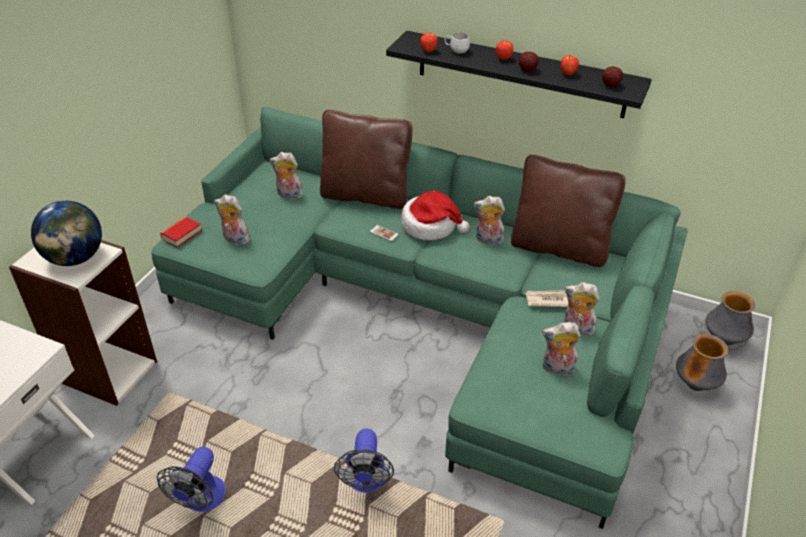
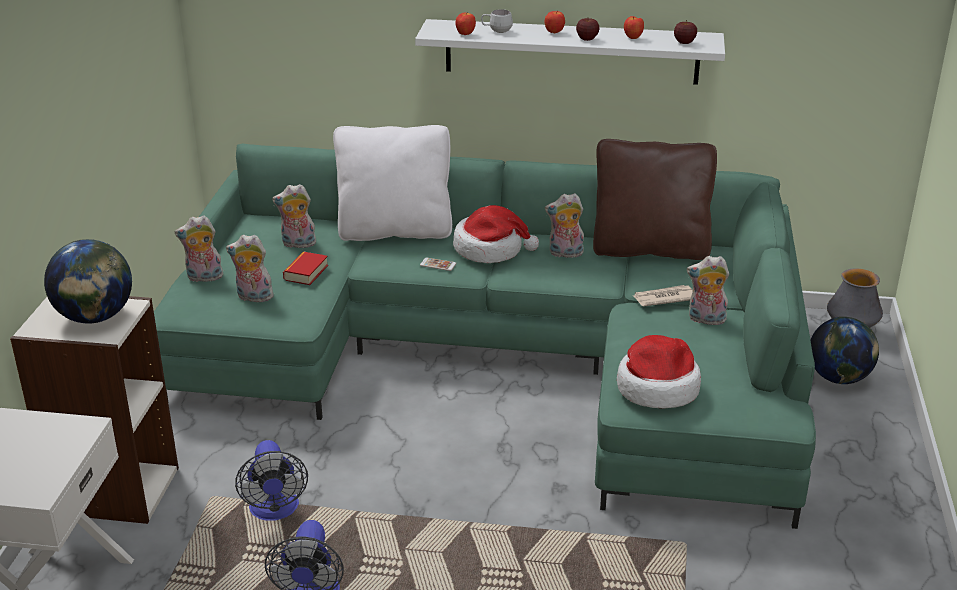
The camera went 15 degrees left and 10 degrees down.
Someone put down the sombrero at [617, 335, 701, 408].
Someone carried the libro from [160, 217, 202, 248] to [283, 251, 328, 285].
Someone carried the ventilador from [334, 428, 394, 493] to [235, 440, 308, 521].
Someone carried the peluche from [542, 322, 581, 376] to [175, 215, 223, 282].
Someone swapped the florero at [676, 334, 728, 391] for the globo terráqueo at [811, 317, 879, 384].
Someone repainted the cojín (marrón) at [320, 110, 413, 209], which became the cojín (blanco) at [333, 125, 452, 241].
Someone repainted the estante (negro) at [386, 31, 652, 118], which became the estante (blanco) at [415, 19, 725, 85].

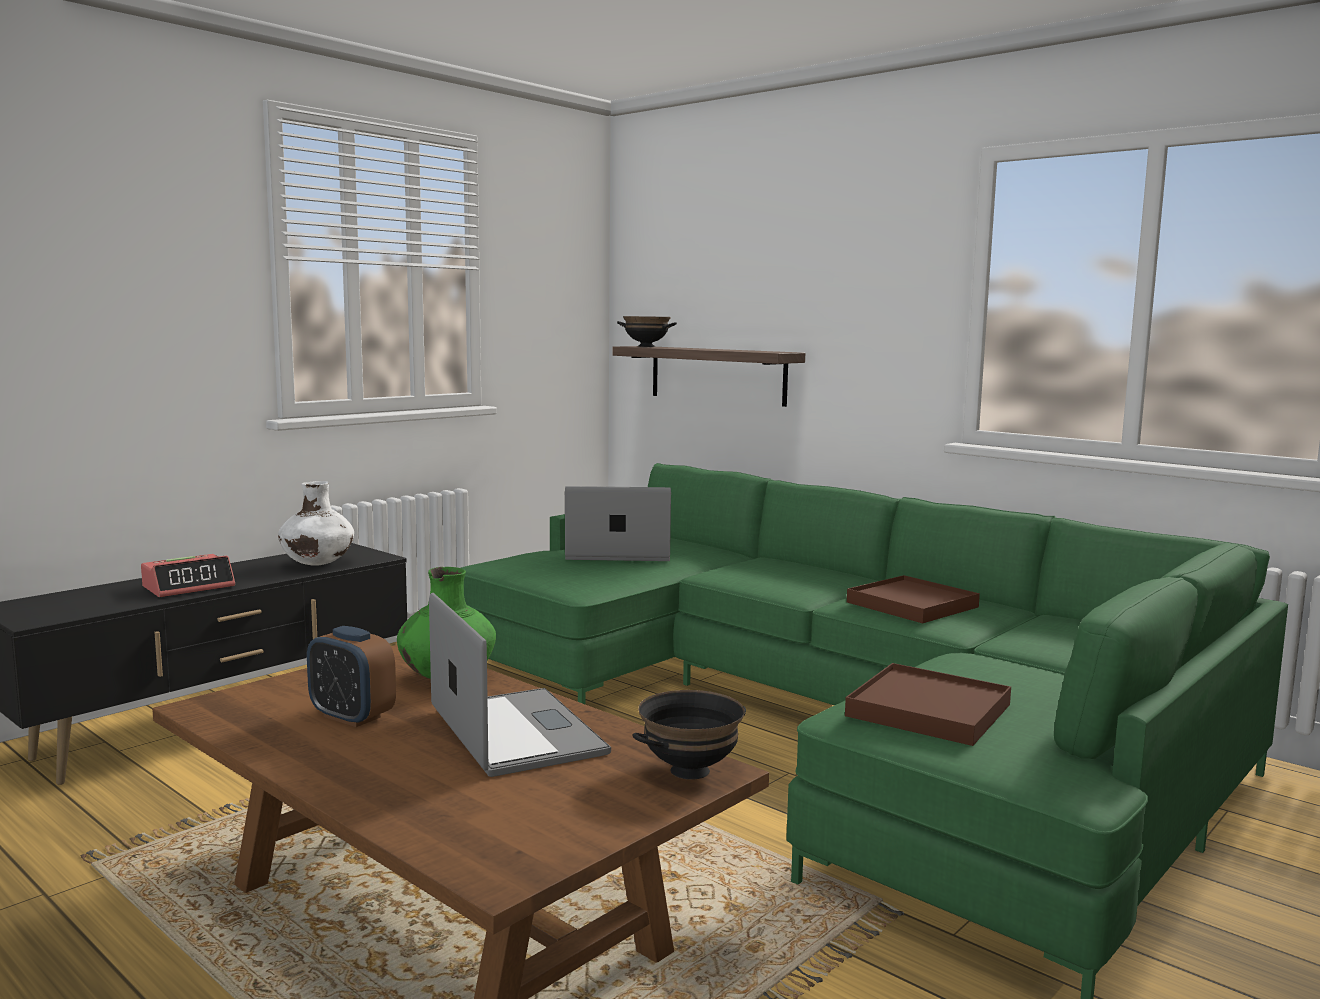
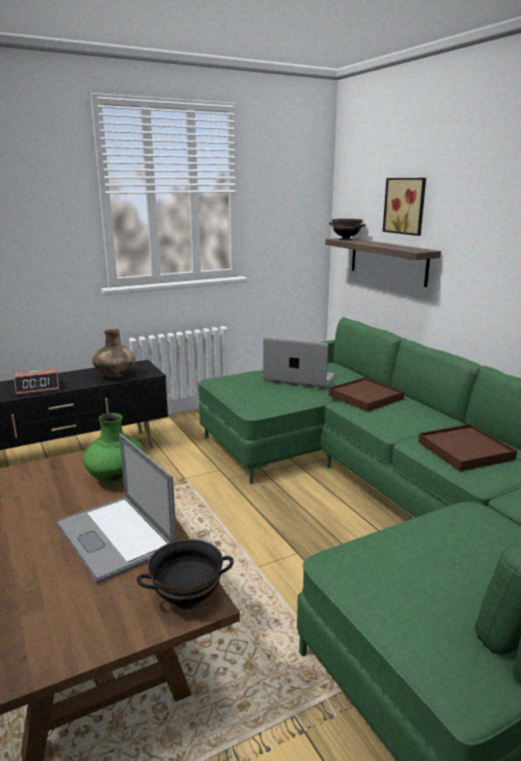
The camera went 20 degrees right and 10 degrees up.
Someone took away the despertador at [307, 626, 396, 727].
Someone put up the cuadro at [383, 178, 426, 236].
Someone carried the bandeja (marrón) from [845, 663, 1011, 746] to [329, 377, 404, 412].
Someone repainted the florero (blanco) at [278, 481, 354, 566], which became the florero (marrón) at [92, 329, 135, 378].
Someone rotated the portátil at [429, 593, 611, 777] by 150 degrees clockwise.

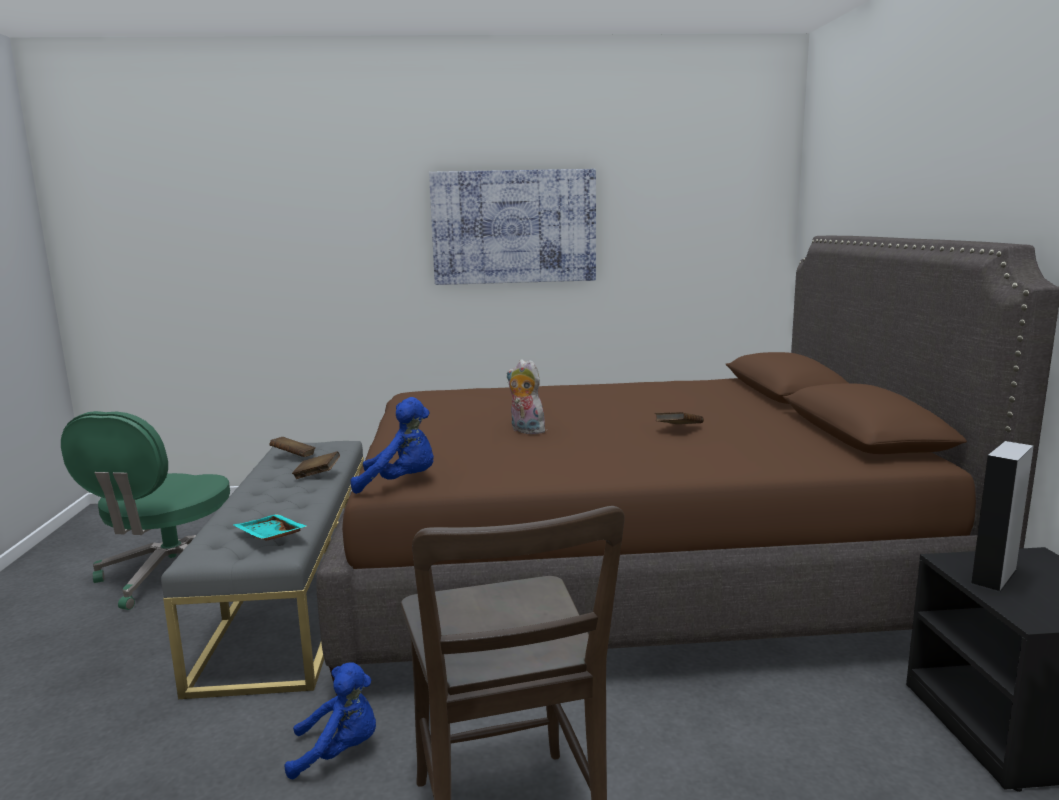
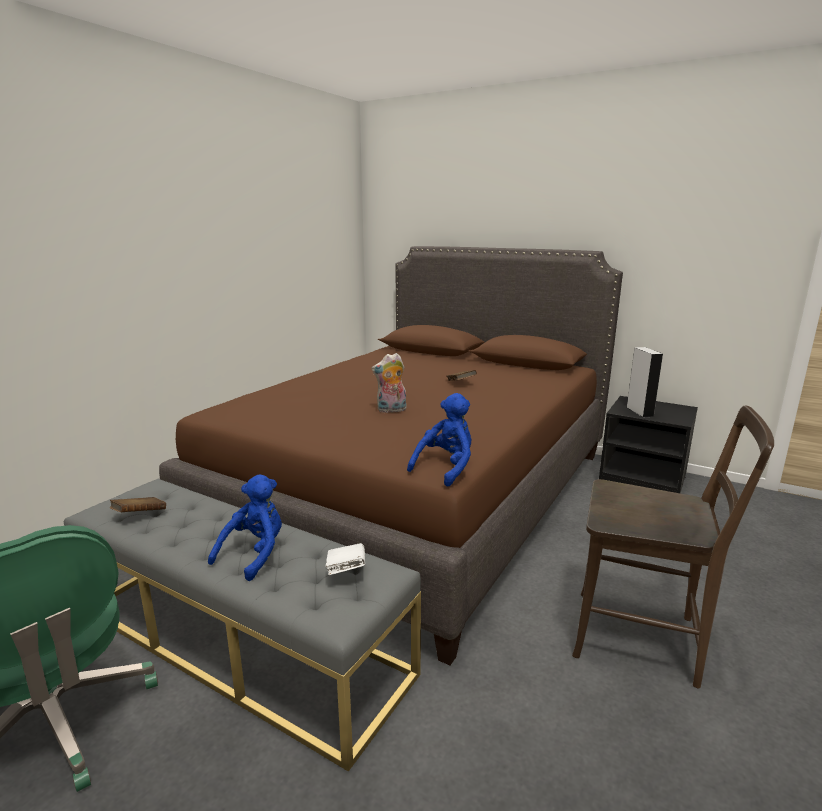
The camera went 55 degrees left and 5 degrees up.
Someone took away the libro (marrón) at [292, 451, 340, 479].
Someone took away the cuadro at [429, 169, 596, 285].
Someone carried the peluche (azul) from [285, 662, 376, 779] to [208, 474, 282, 581].
Someone swapped the bandeja (turquesa) at [233, 514, 307, 541] for the libro (blanco) at [326, 543, 365, 575].

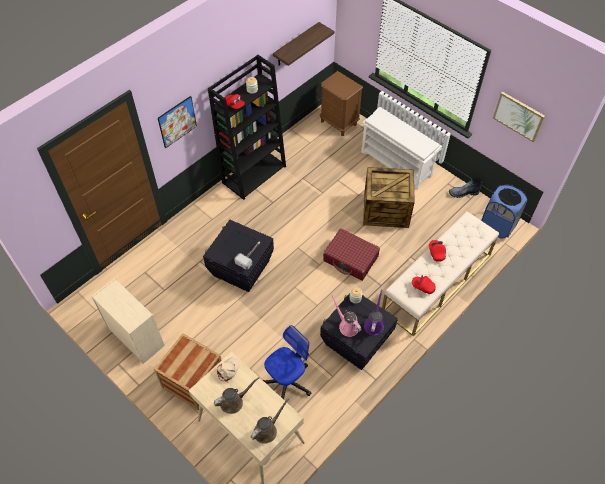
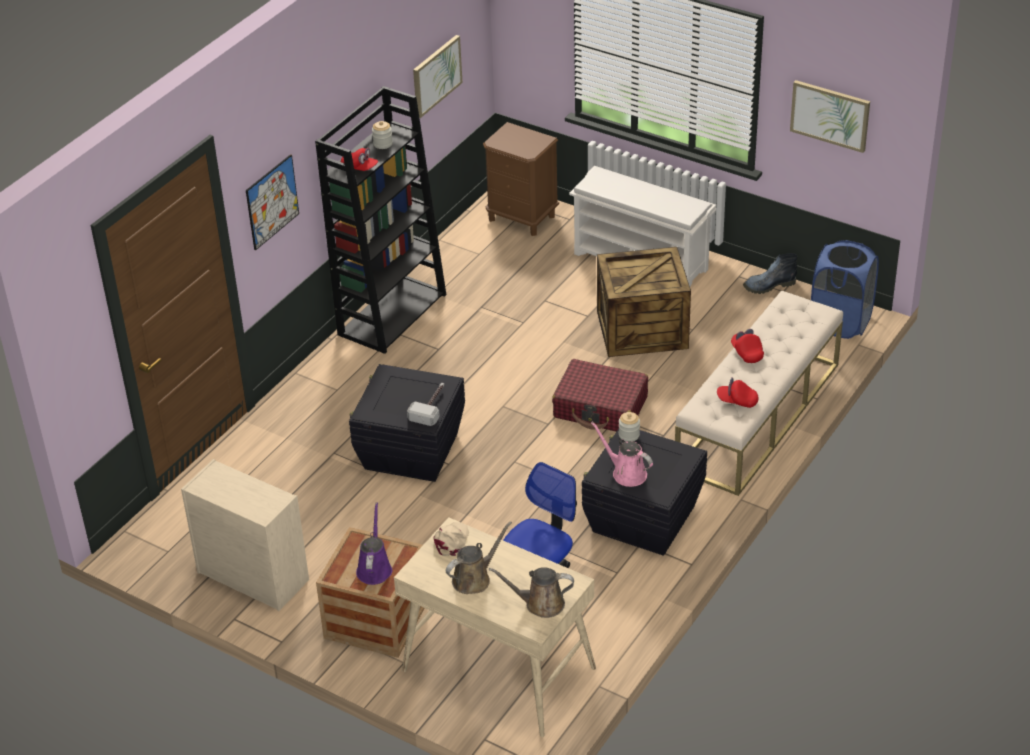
The camera went 10 degrees left and 15 degrees down.
Someone carried the regadera (morado) from [364, 290, 384, 335] to [356, 503, 392, 585].
Someone swapped the estante at [273, 22, 334, 66] for the cuadro at [413, 35, 463, 118].
Someone rotated the regadera (marrón) at [250, 399, 289, 443] by 120 degrees counterclockwise.

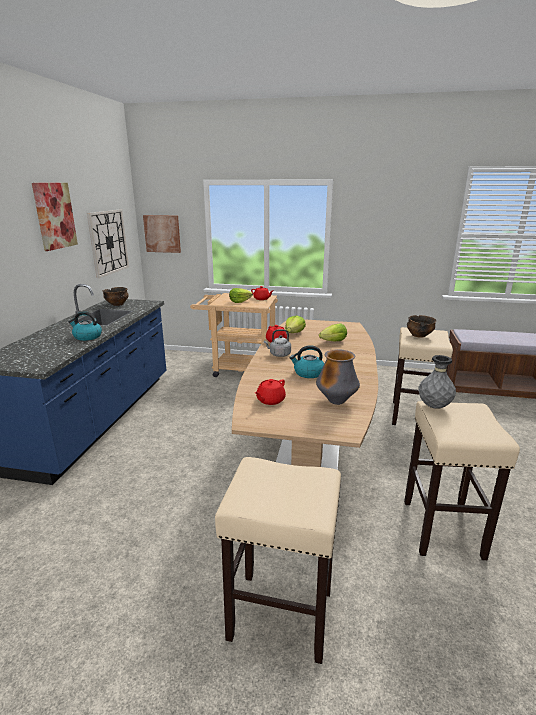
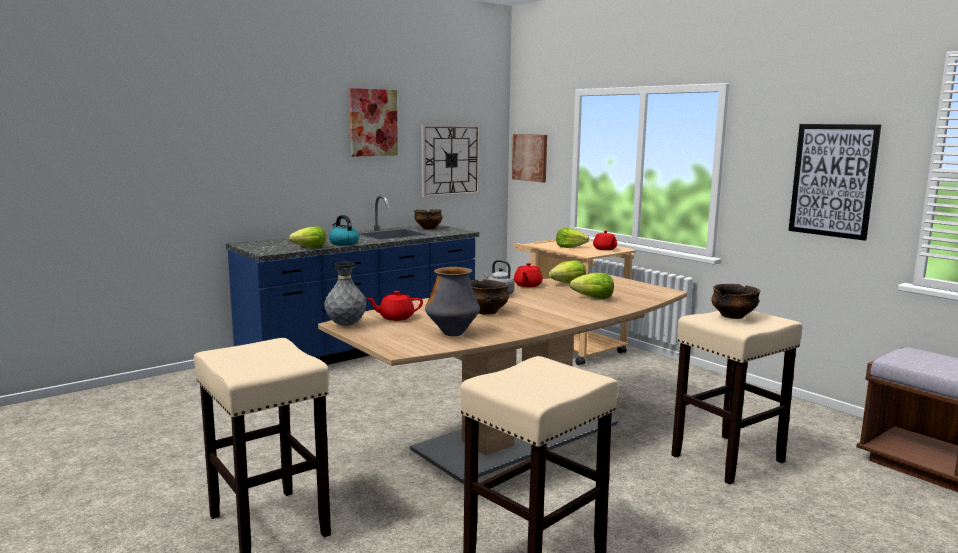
The camera went 40 degrees right and 10 degrees down.
Someone put down the lechuga at [289, 226, 326, 247].
Someone put up the cuadro at [789, 124, 881, 241].
Someone carried the florero (gris) from [418, 355, 456, 409] to [324, 262, 367, 326].
Someone swapped the hervidor at [290, 345, 324, 378] for the cuenco at [470, 279, 509, 315].

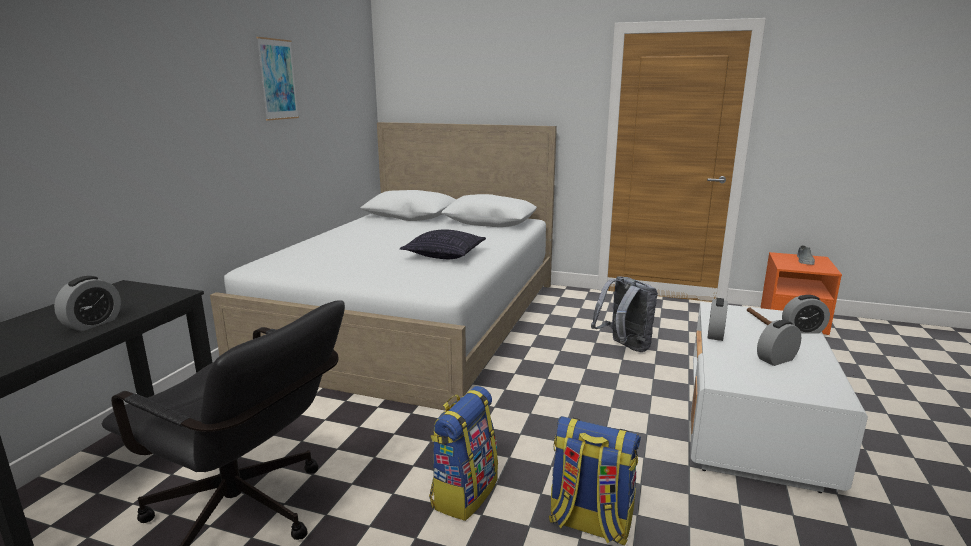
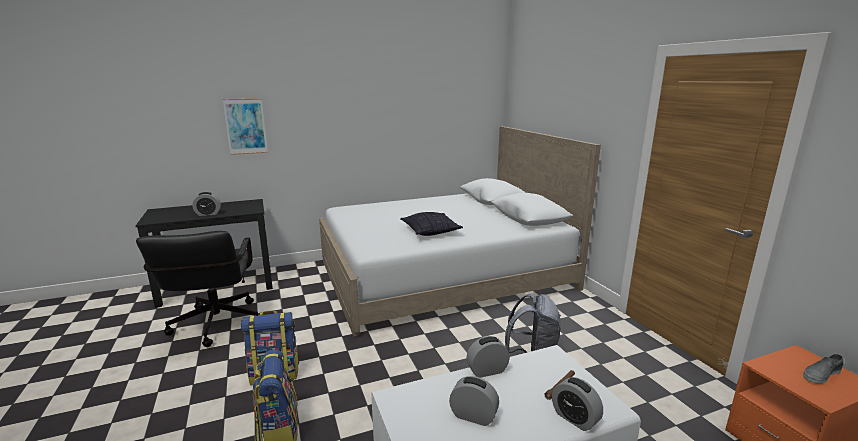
The camera went 50 degrees right and 0 degrees up.
Someone carried the cuadro from [256, 37, 299, 121] to [223, 99, 268, 155].

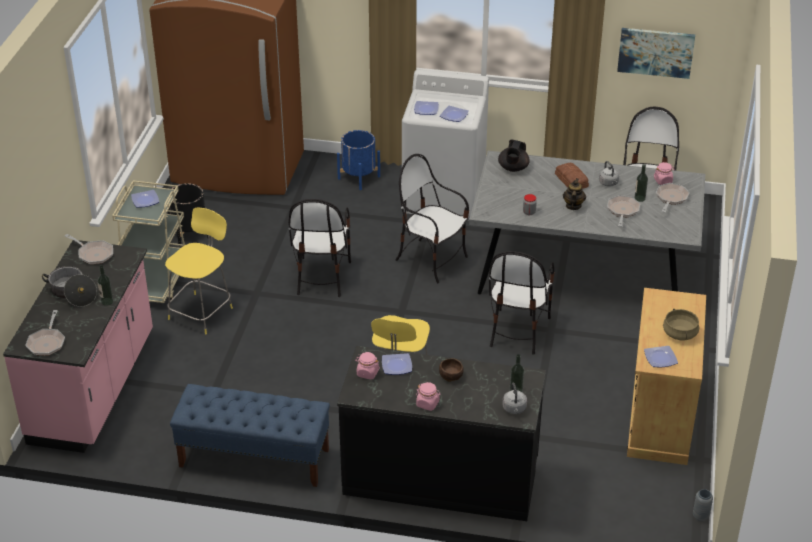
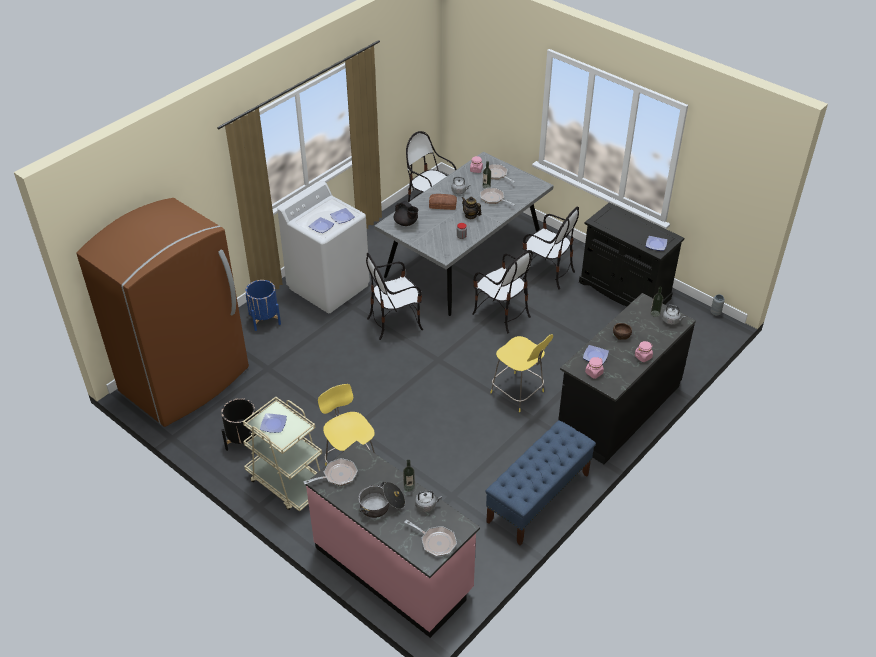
The camera went 60 degrees left and 5 degrees up.
Someone took away the cuadro at [617, 28, 695, 79].
Someone took away the olla (beis) at [663, 309, 700, 340].
Someone put down the hervidor (gris) at [415, 490, 442, 512].
Someone carried the silla from [289, 199, 351, 297] to [520, 207, 579, 290].
Someone repainted the armario (beis) at [627, 288, 706, 465], which became the armario (negro) at [579, 202, 684, 307].

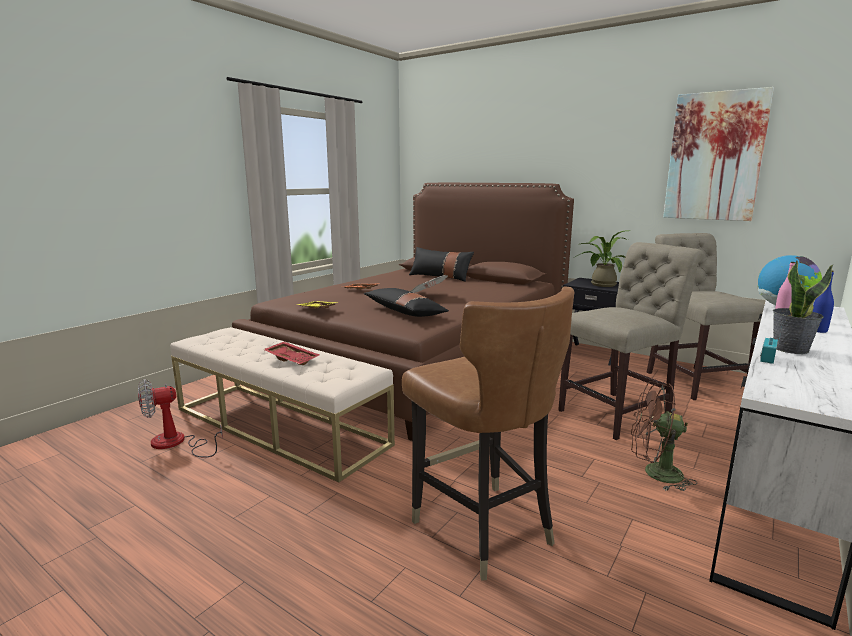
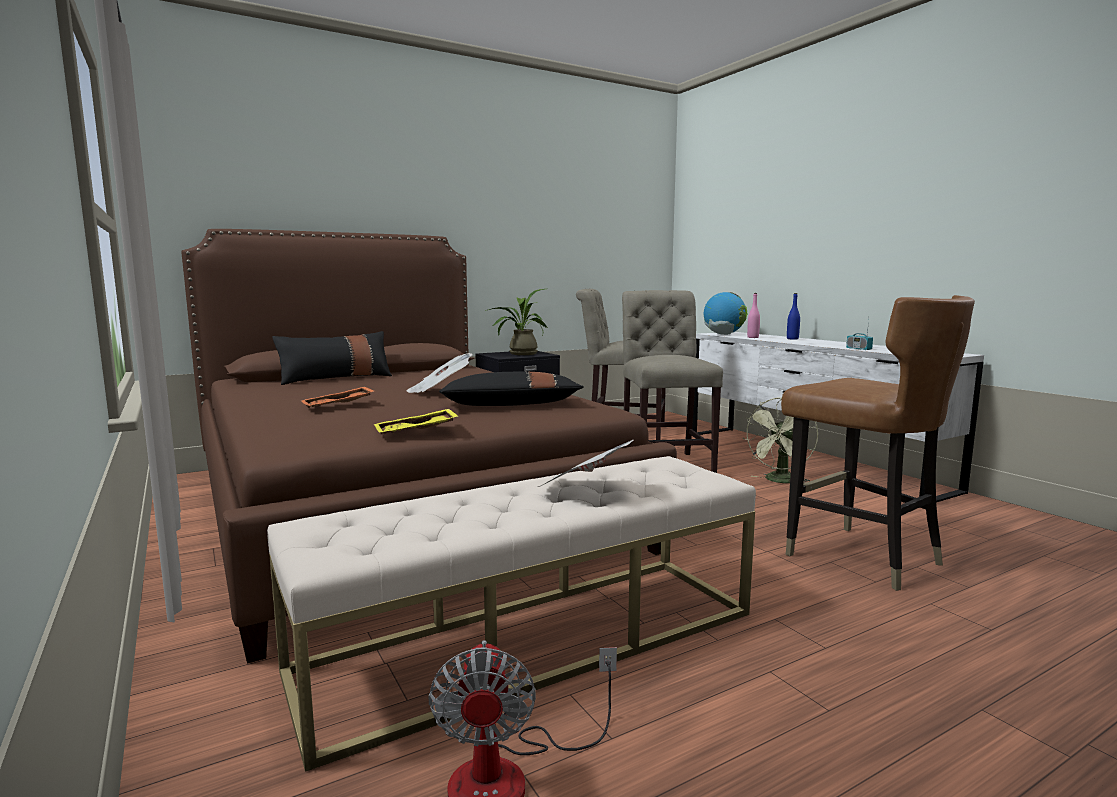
The camera went 65 degrees left and 5 degrees down.
Someone took away the cuadro at [663, 87, 774, 221].
Someone took away the planta en maceta at [773, 260, 833, 354].
Someone swapped the bandeja (rojo) at [263, 341, 319, 365] for the periódico at [538, 440, 634, 487].
Someone repainted the ventilador (marrón) at [631, 381, 698, 491], which became the ventilador (verde) at [743, 397, 818, 483].
Someone rotated the silla (marrón) at [402, 286, 574, 581] by 60 degrees clockwise.

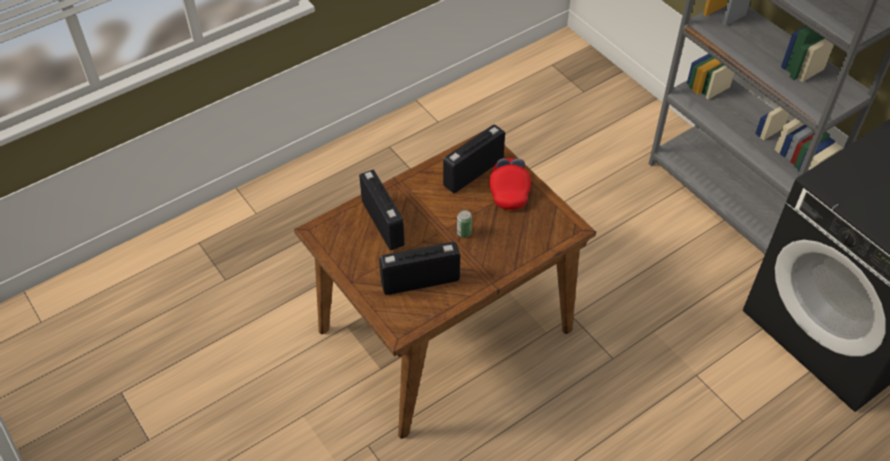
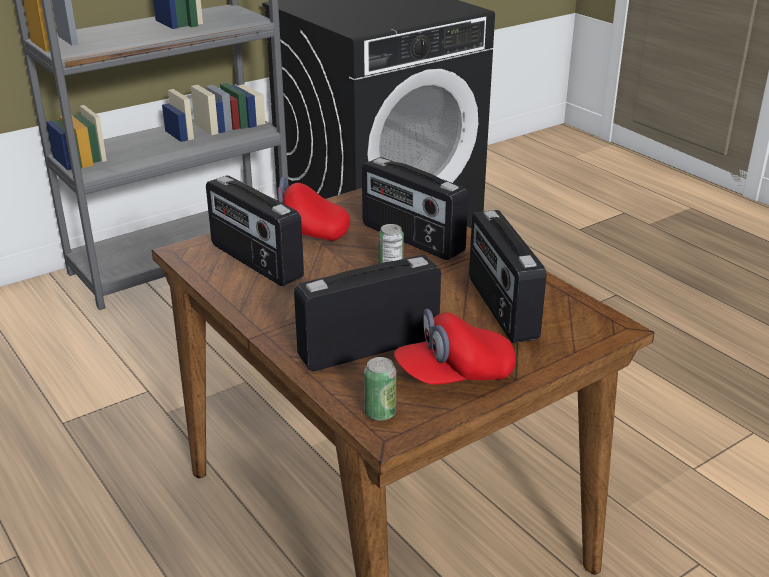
The camera went 90 degrees left and 20 degrees down.
Someone put down the radio at [362, 157, 468, 260].
Someone put down the lata at [364, 357, 396, 421].
Someone put down the gorra (rojo) at [394, 309, 516, 385].

